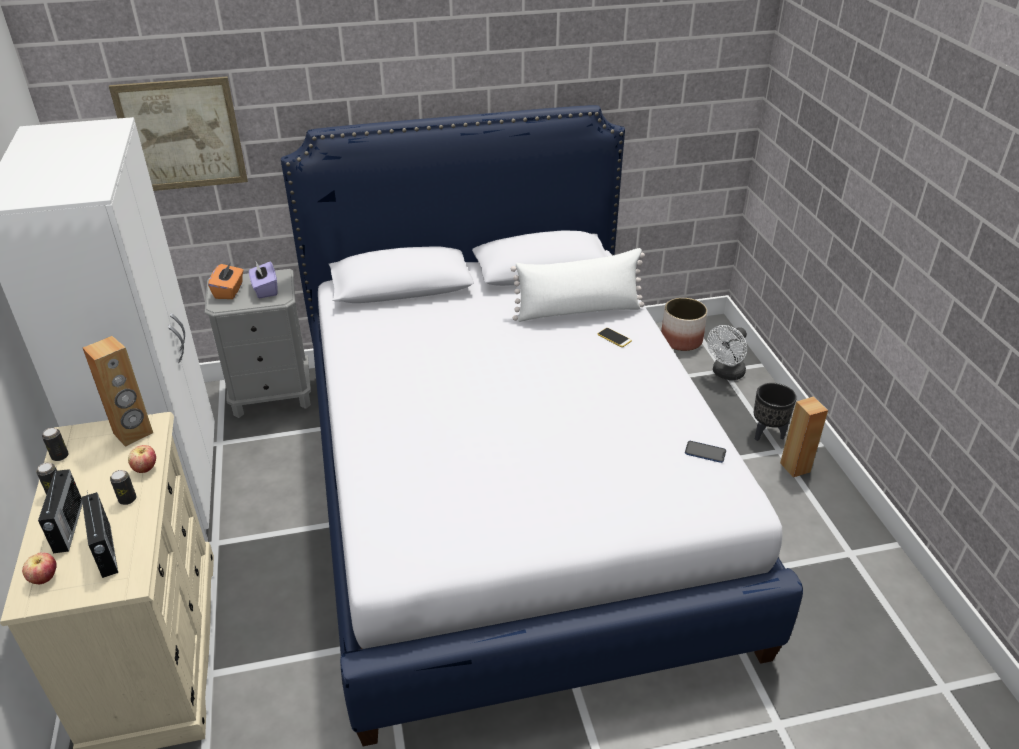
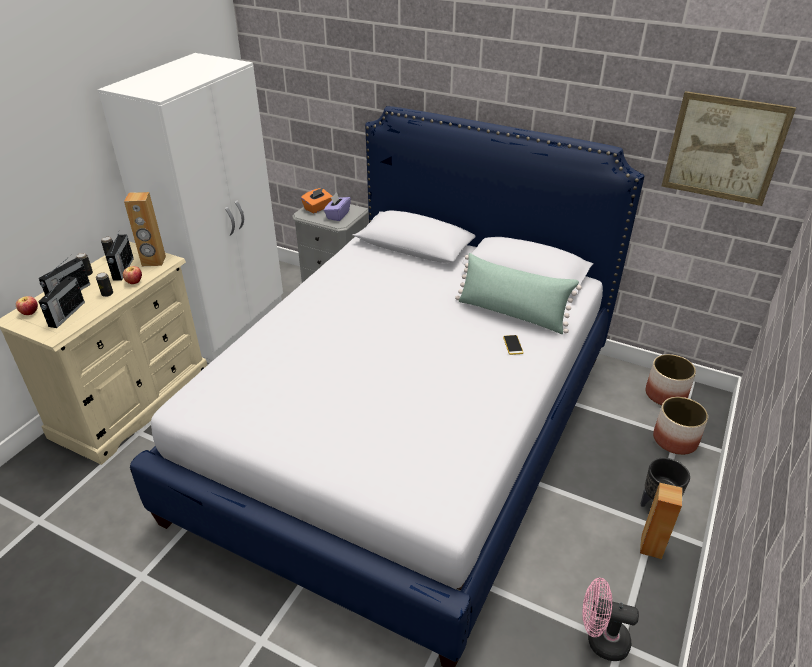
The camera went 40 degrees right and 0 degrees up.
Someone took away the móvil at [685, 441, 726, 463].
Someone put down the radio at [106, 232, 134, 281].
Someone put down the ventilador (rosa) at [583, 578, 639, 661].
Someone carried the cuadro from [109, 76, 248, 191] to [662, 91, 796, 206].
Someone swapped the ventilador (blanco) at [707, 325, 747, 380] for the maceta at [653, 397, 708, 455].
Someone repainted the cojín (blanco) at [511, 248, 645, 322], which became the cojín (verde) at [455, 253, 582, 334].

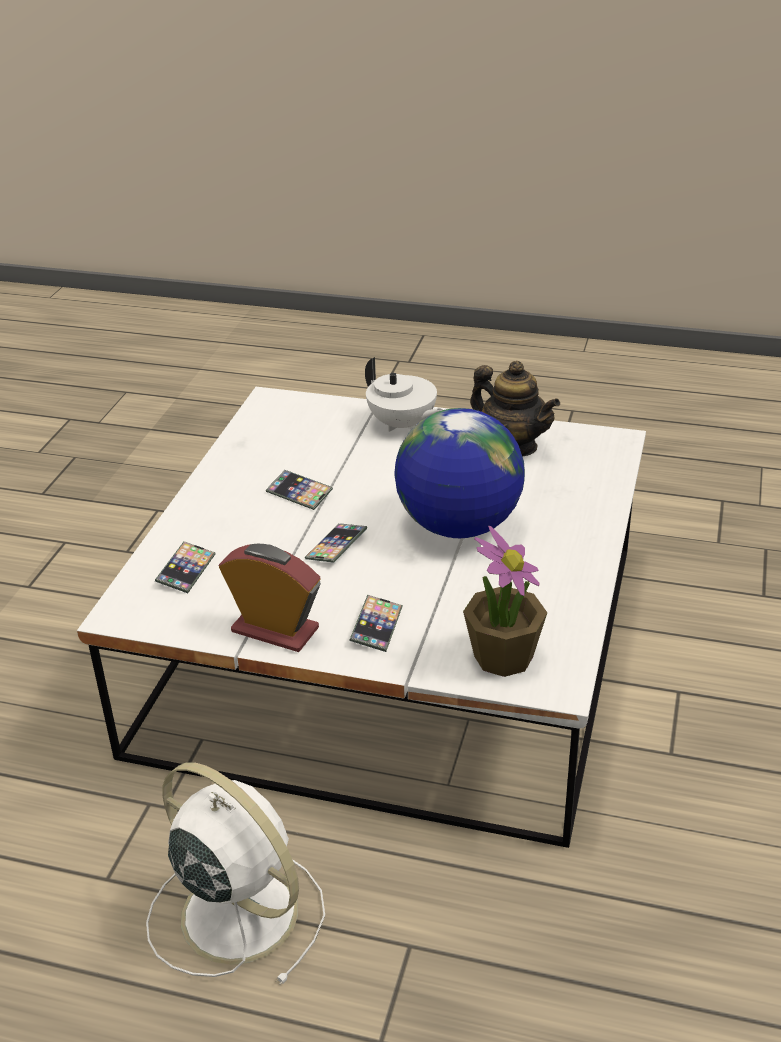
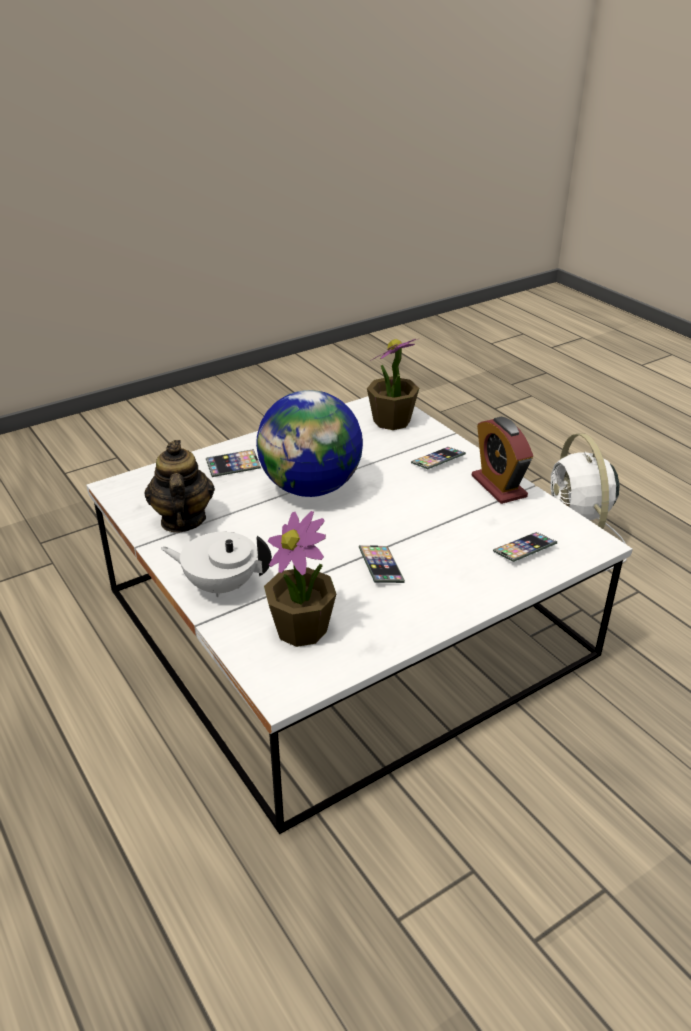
The camera went 140 degrees left and 0 degrees up.
Someone put down the planta en maceta at [264, 511, 336, 647].
Someone carried the móvil from [305, 523, 367, 563] to [206, 449, 261, 477].
Someone rotated the tetera (blanco) at [365, 357, 443, 432] by 75 degrees counterclockwise.

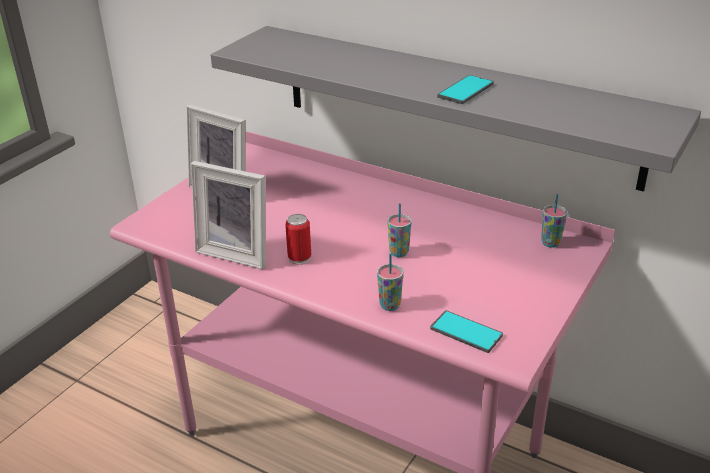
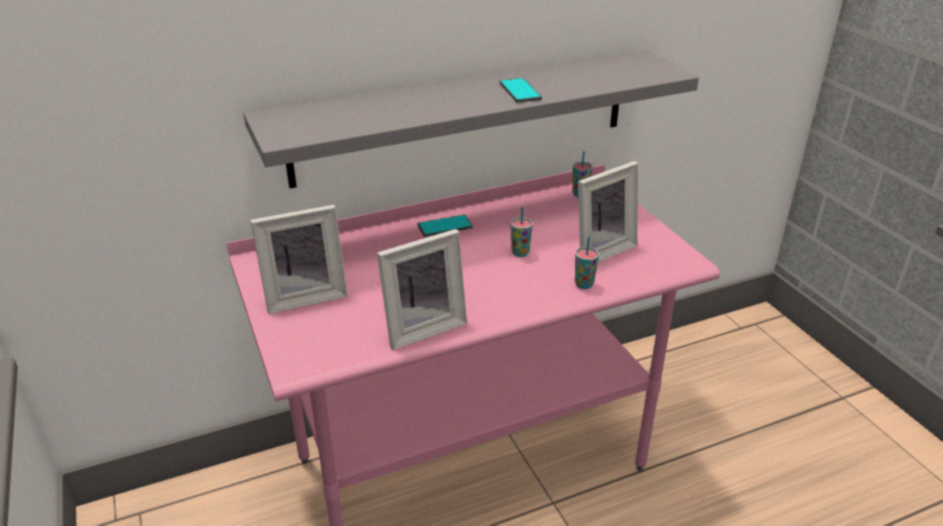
The camera went 55 degrees left and 0 degrees up.
Someone took away the lata at [285, 214, 311, 265].
Someone put down the portarretratos at [578, 161, 638, 262].
Someone carried the móvil from [430, 310, 503, 353] to [417, 215, 473, 237].

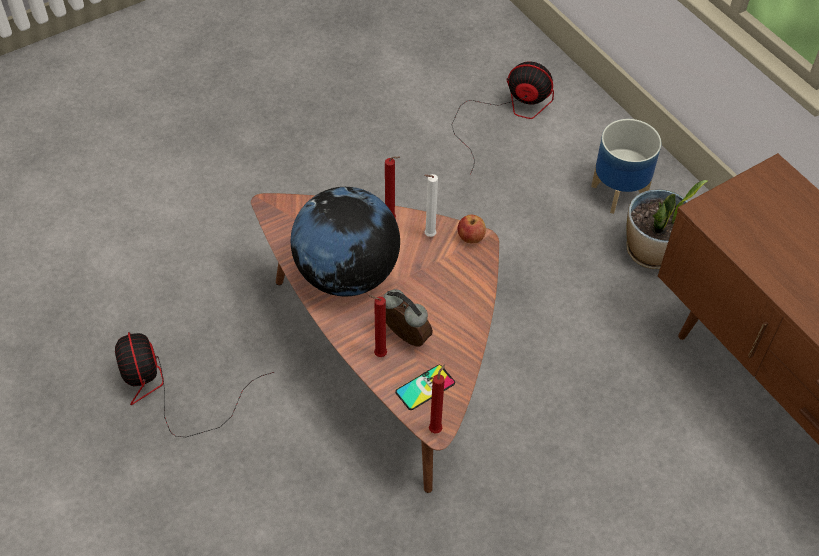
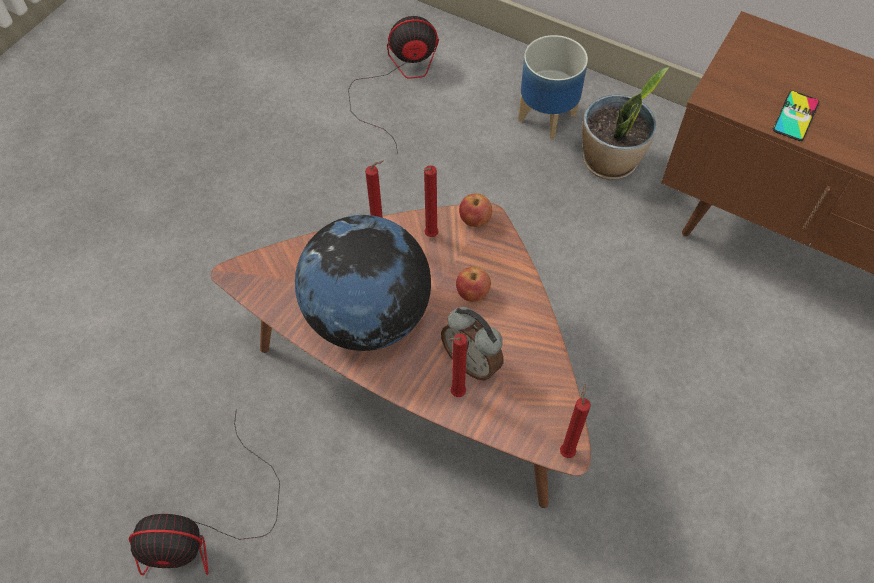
The camera went 25 degrees left and 5 degrees up.
Someone put down the manzana at [456, 267, 491, 302].
Someone carried the móvil from [395, 365, 455, 410] to [773, 91, 819, 141].
Someone repainted the vela (blanco) at [424, 174, 438, 237], which became the vela (rojo) at [424, 165, 439, 237].
Someone rotated the ventilador at [115, 332, 274, 437] by 45 degrees counterclockwise.
Someone rotated the despertador at [383, 289, 433, 347] by 150 degrees counterclockwise.

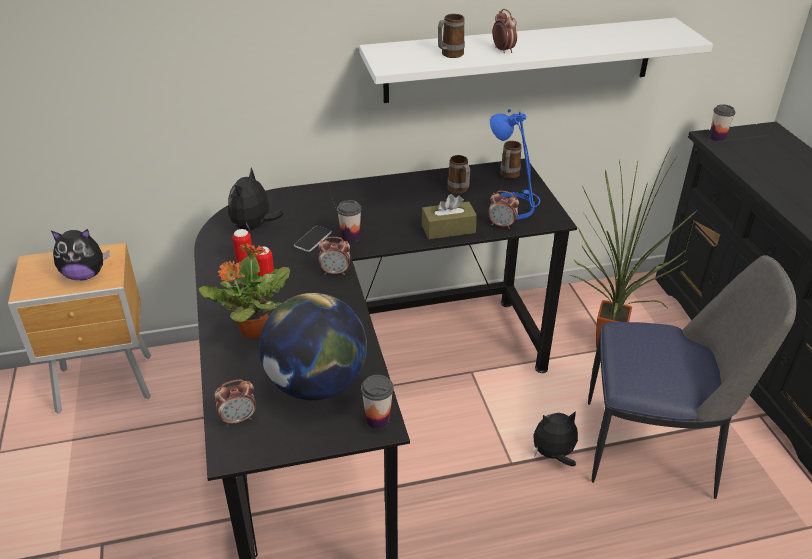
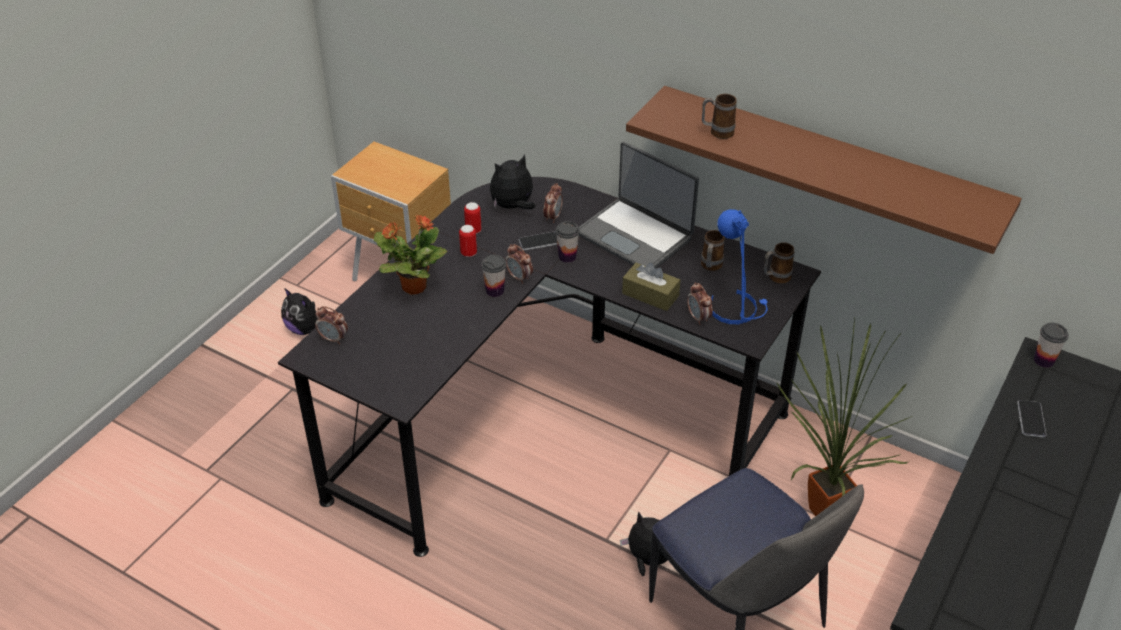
The camera went 45 degrees right and 5 degrees up.
Someone took away the globo terráqueo at [259, 293, 367, 400].
Someone put down the portátil at [579, 141, 699, 268].
Someone put down the móvil at [1017, 400, 1046, 437].
Someone carried the peluche from [51, 229, 110, 280] to [281, 288, 317, 335].
Someone carried the taza from [361, 375, 394, 429] to [481, 255, 506, 297].
Someone carried the despertador from [492, 9, 517, 53] to [544, 183, 563, 223].
Someone repainted the estante (blanco) at [359, 18, 713, 103], which became the estante (marrón) at [626, 86, 1022, 254].

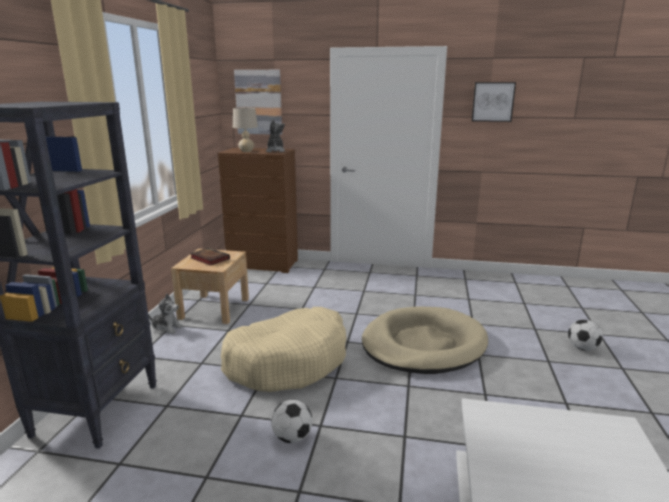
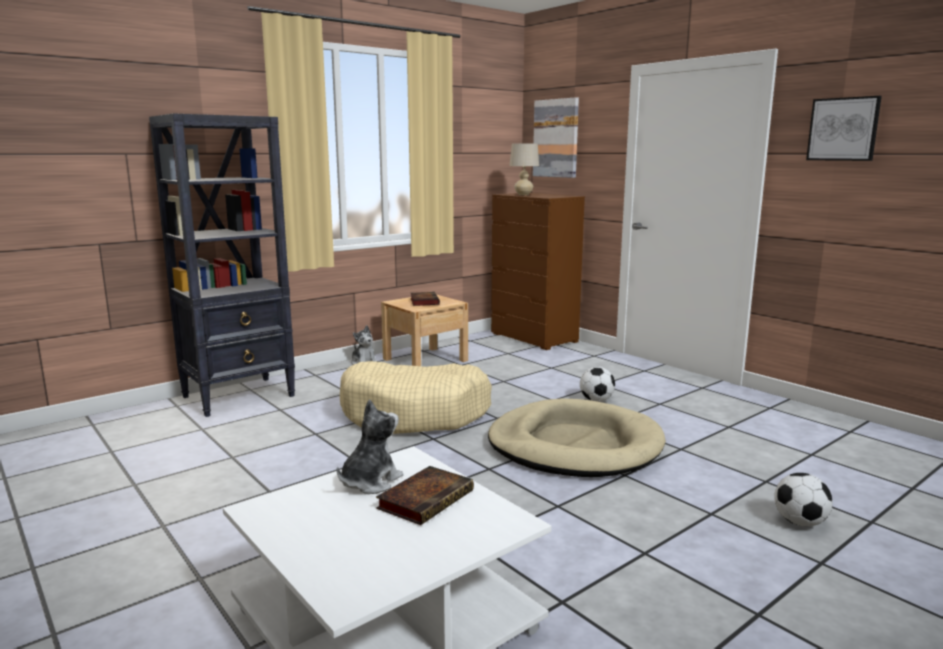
The camera went 40 degrees right and 5 degrees down.
Someone put down the libro at [376, 466, 474, 525].
Someone carried the peluche from [266, 119, 285, 152] to [337, 399, 403, 494].
Someone carried the balón de fútbol from [271, 400, 312, 443] to [580, 367, 615, 402].

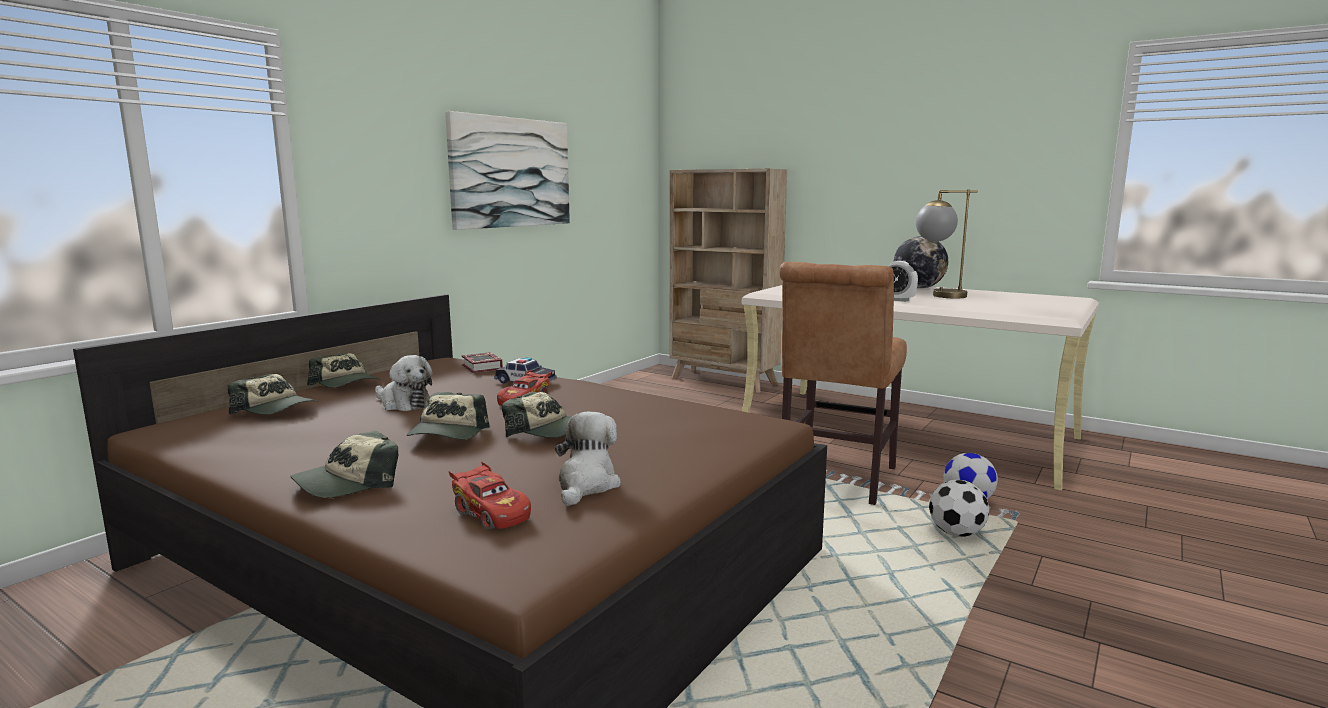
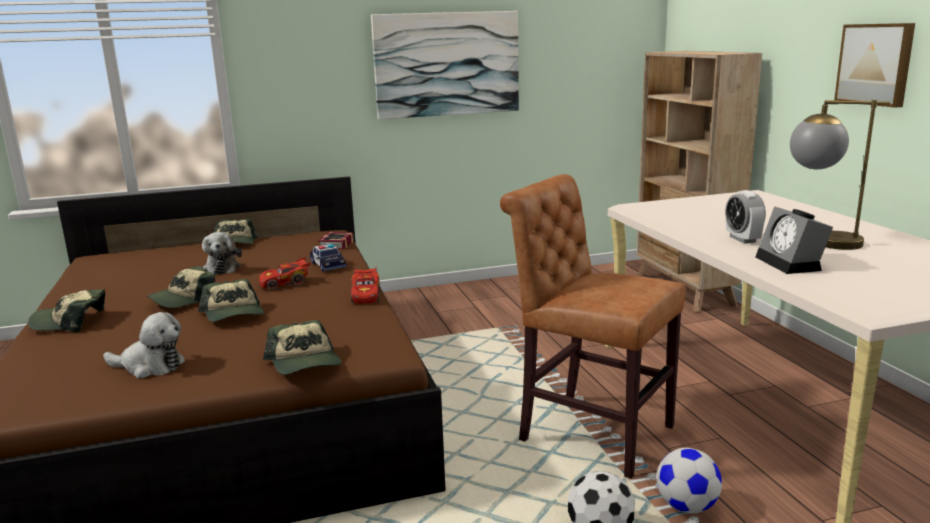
The camera went 40 degrees right and 5 degrees up.
Someone took away the globo terráqueo at [893, 236, 948, 289].
Someone put down the despertador at [755, 206, 833, 274].
Someone put up the cuadro at [834, 23, 915, 108].
Someone carried the gorra from [228, 374, 317, 415] to [263, 320, 341, 375].
Someone carried the coche de juguete (rojo) from [449, 462, 531, 530] to [351, 268, 380, 304].
Someone rotated the peluche at [555, 412, 621, 506] by 45 degrees clockwise.
Someone rotated the silla (marrón) at [779, 262, 907, 505] by 60 degrees clockwise.

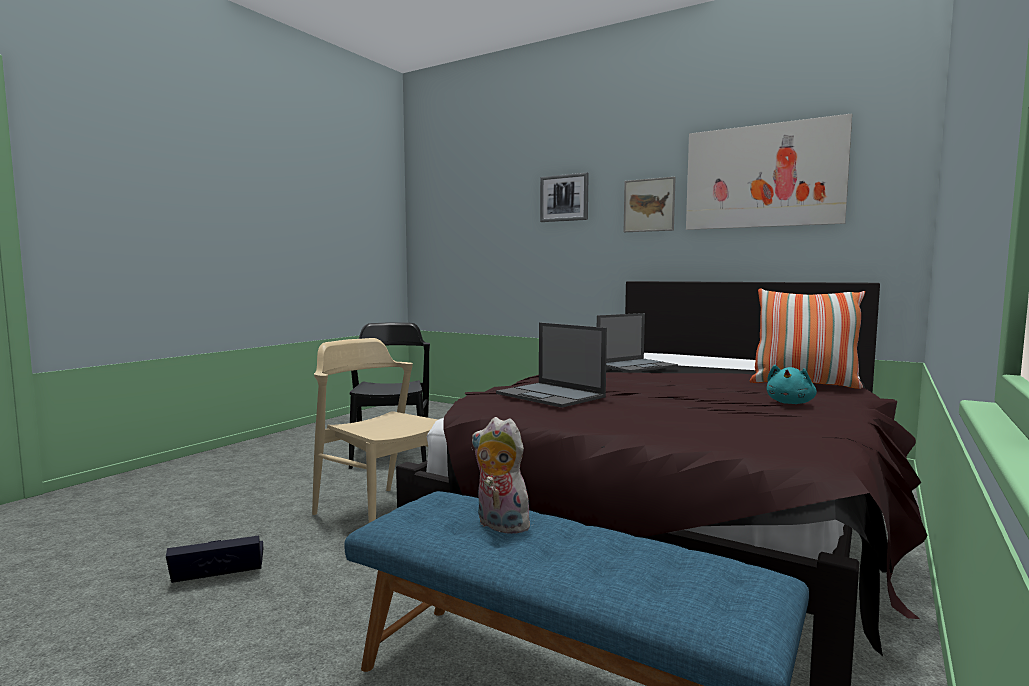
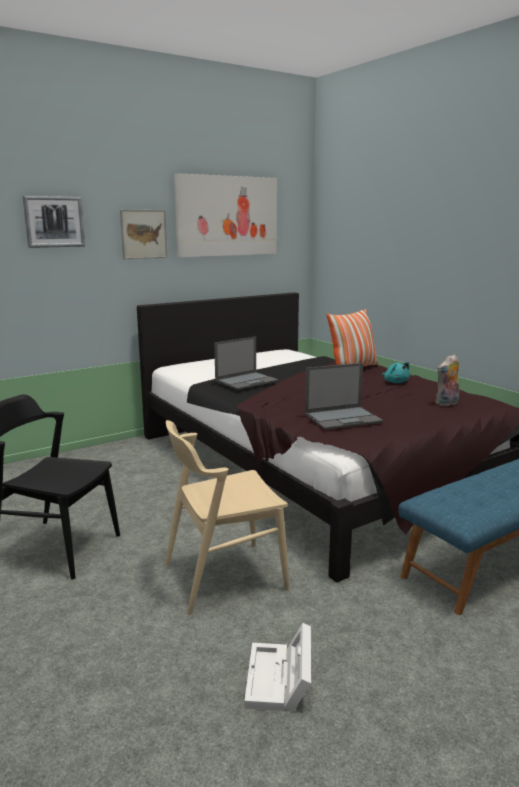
The camera went 65 degrees left and 10 degrees up.
Someone carried the peluche from [472, 417, 530, 534] to [435, 354, 460, 406].
Someone repainted the caja de almacenaje (negro) at [166, 535, 263, 583], which became the caja de almacenaje (blanco) at [244, 623, 311, 712].
Someone rotated the portátil at [597, 313, 678, 373] by 60 degrees clockwise.

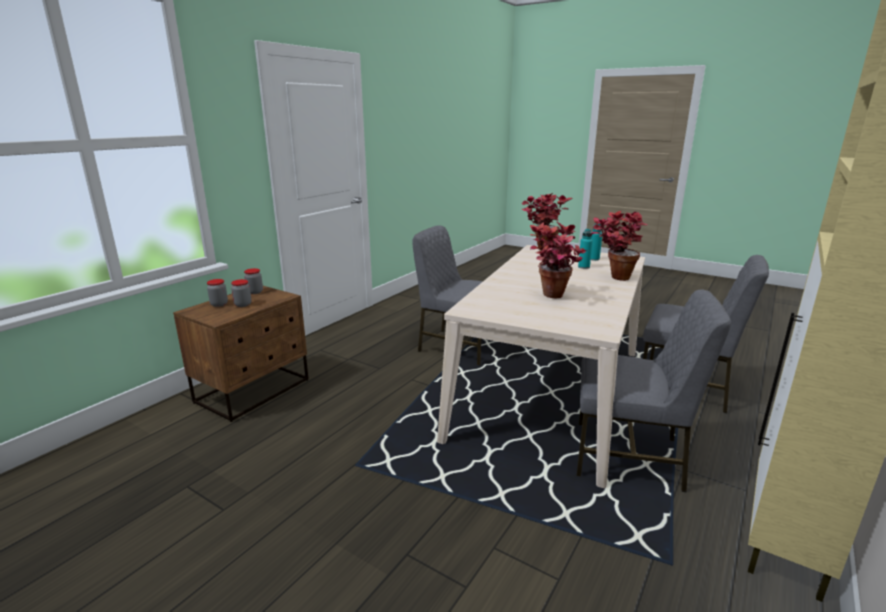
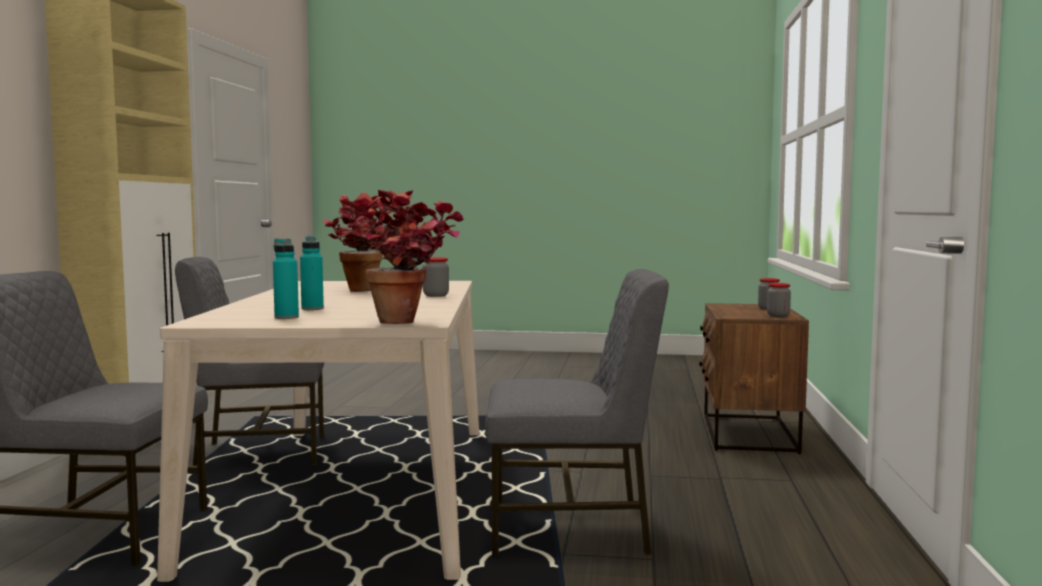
The camera went 155 degrees right and 15 degrees down.
Someone took away the planta en maceta at [590, 211, 647, 281].
Someone carried the tarro from [231, 279, 252, 307] to [423, 257, 449, 297].

